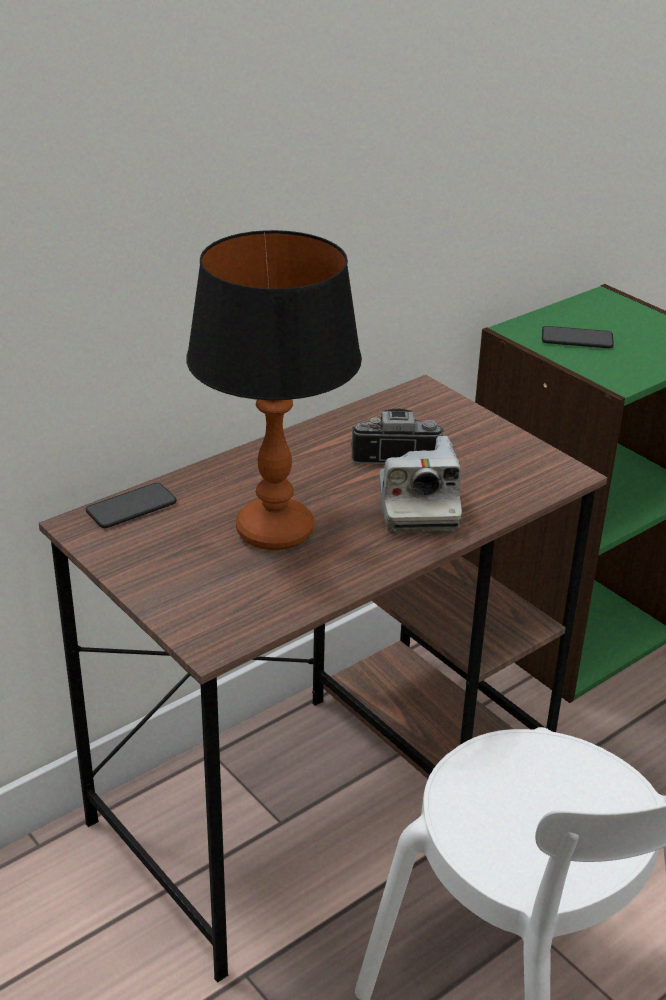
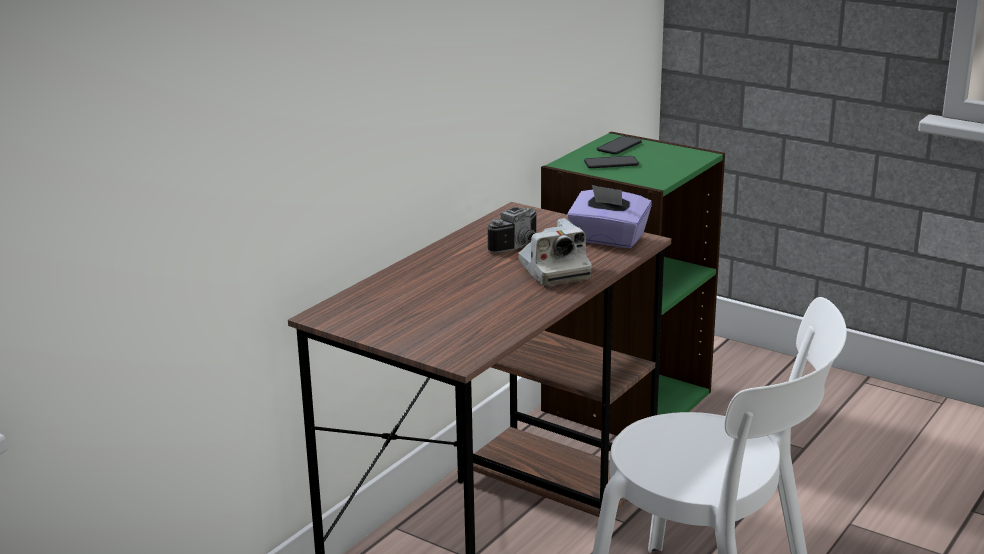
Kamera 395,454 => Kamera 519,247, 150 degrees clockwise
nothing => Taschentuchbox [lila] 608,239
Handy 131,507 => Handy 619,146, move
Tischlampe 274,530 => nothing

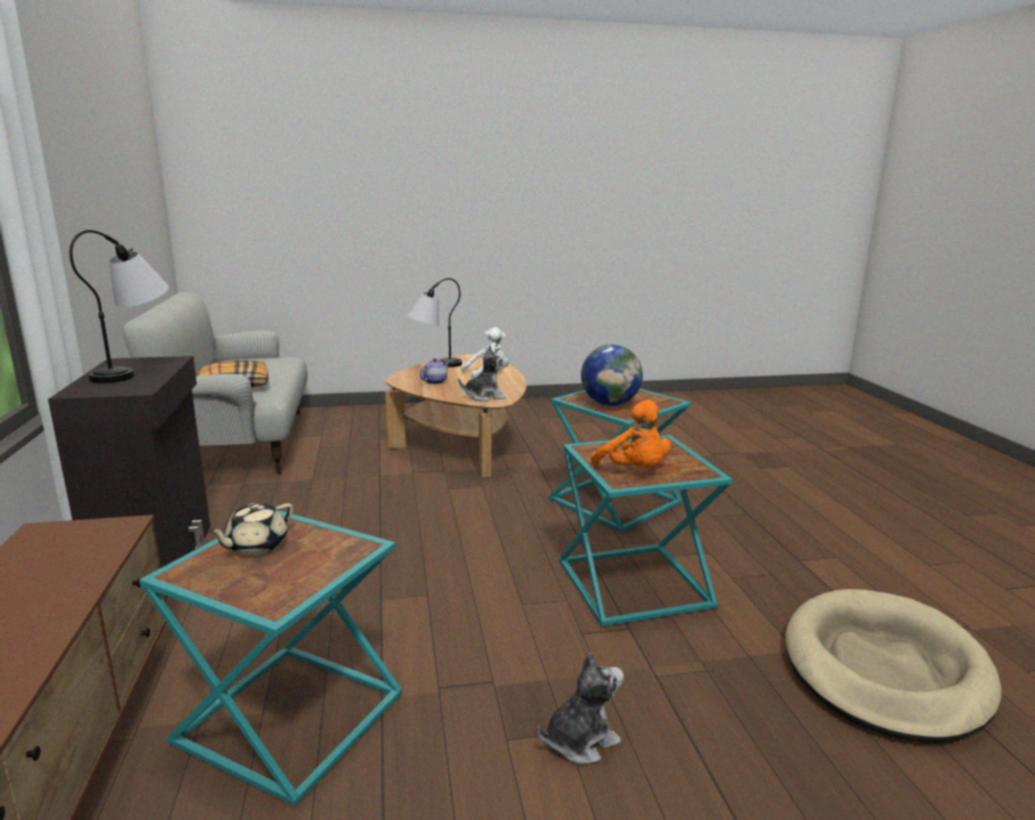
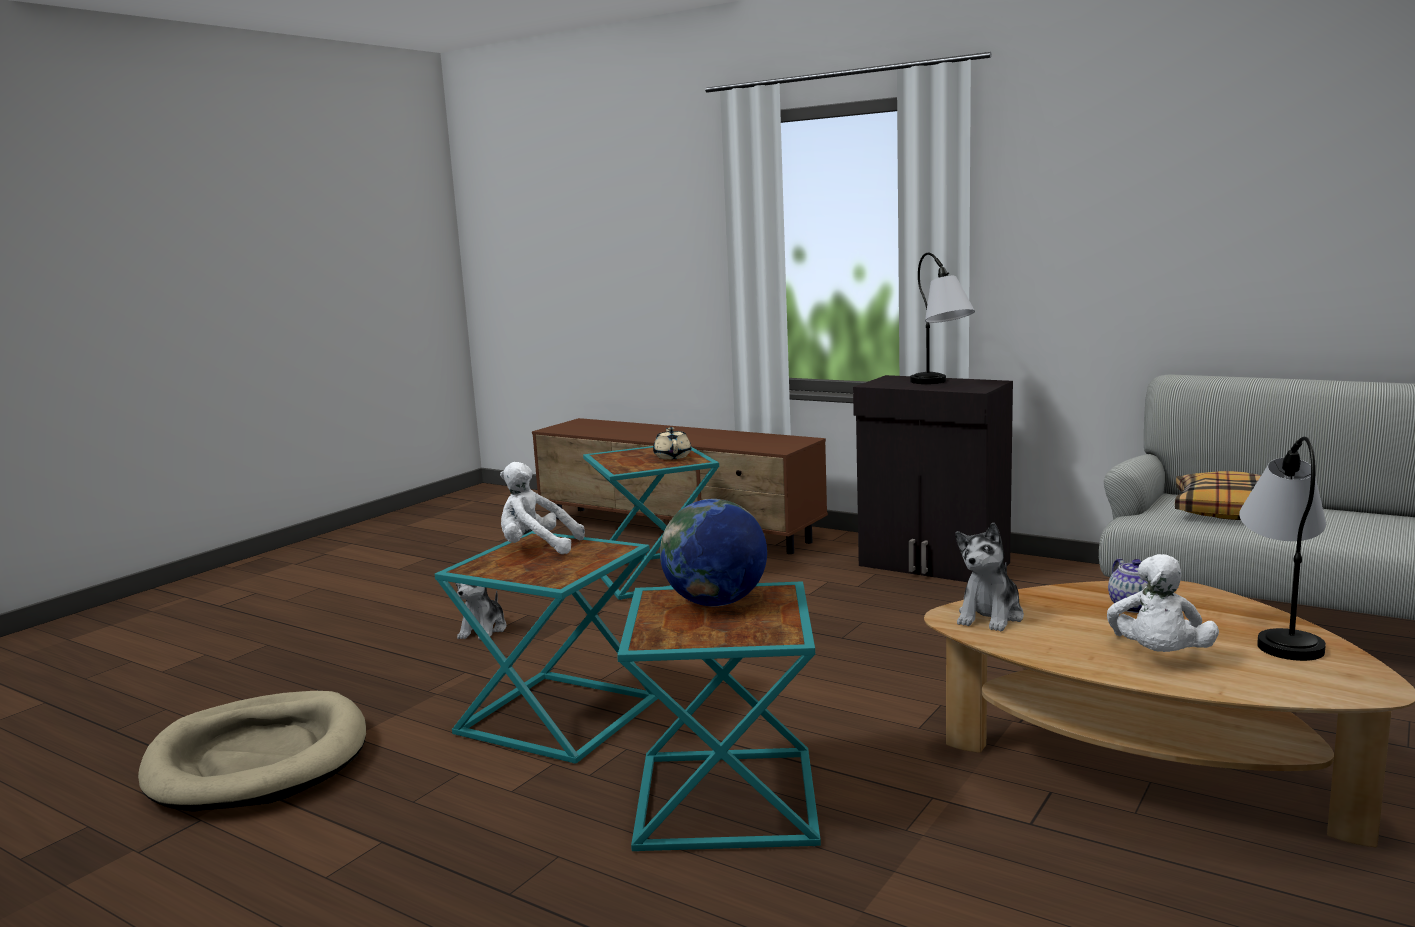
Plüschtier [orange] 634,471 => Plüschtier [weiß] 536,548

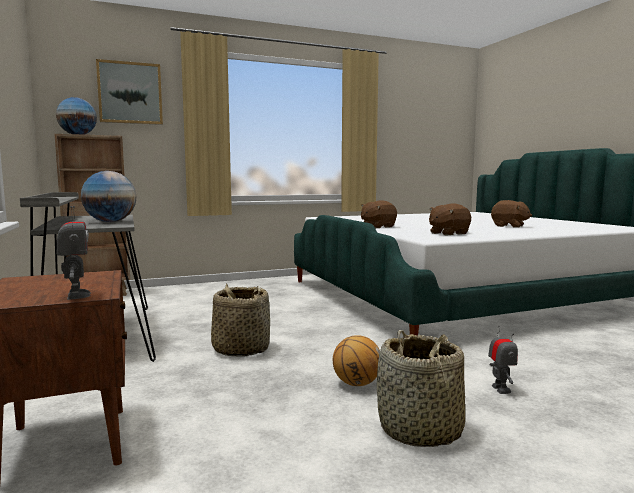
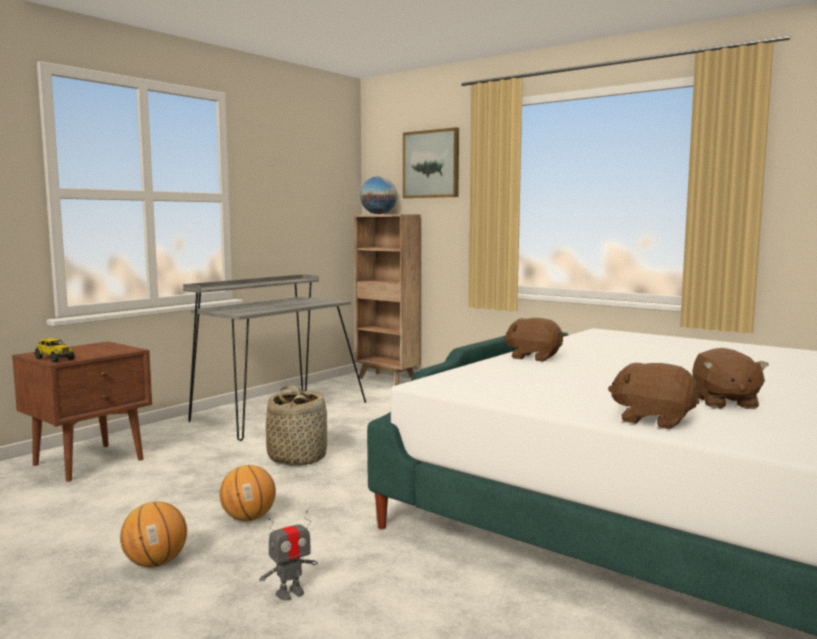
Spielzeugroboter 77,295 => Spielzeuglaster 54,359
Korb 420,430 => Basketball 155,563
Plüschtier [braun] 448,233 => Plüschtier [braun] 653,420, move
Globus 110,222 => nothing

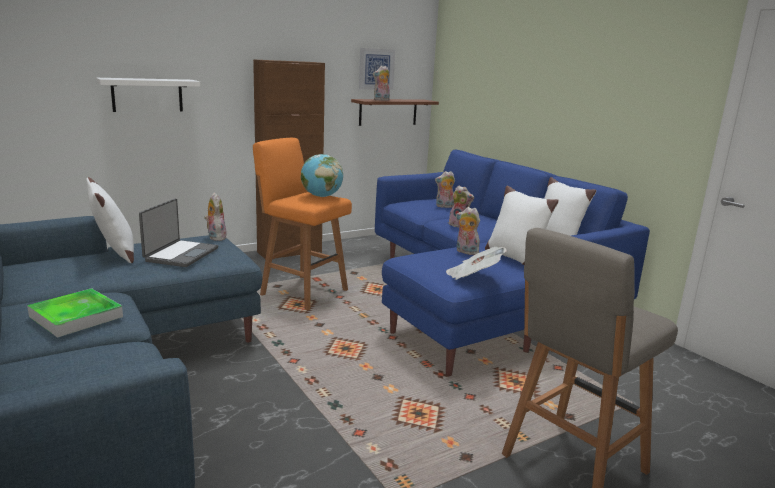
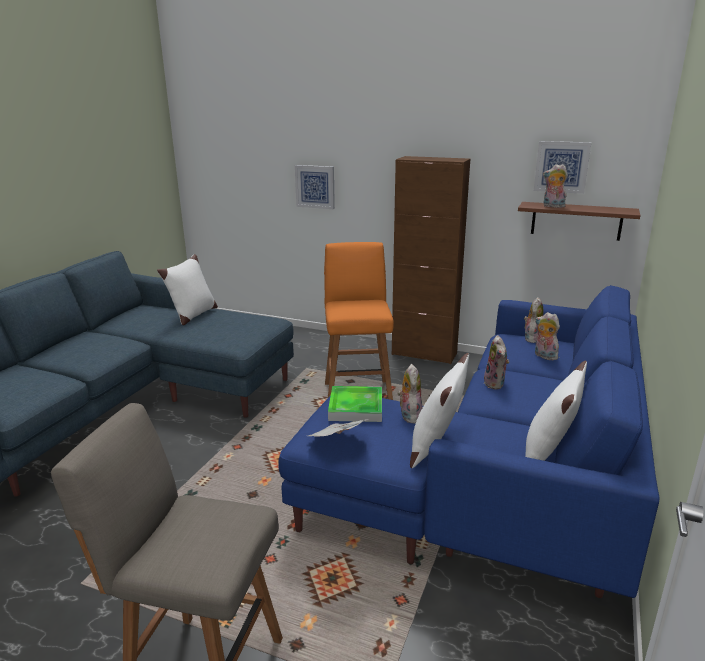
Wandregal [weiß] 147,95 => Bild 315,186
Tablett 76,317 => Tablett 356,407, move
Plüschtier 215,237 => Plüschtier 532,338, move
Laptop 180,254 => nothing
Globus 321,196 => nothing

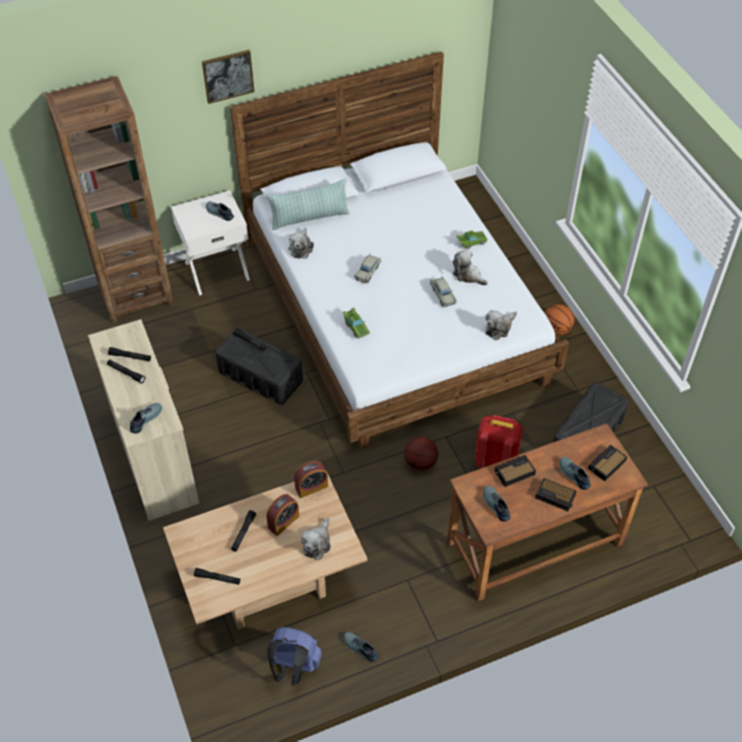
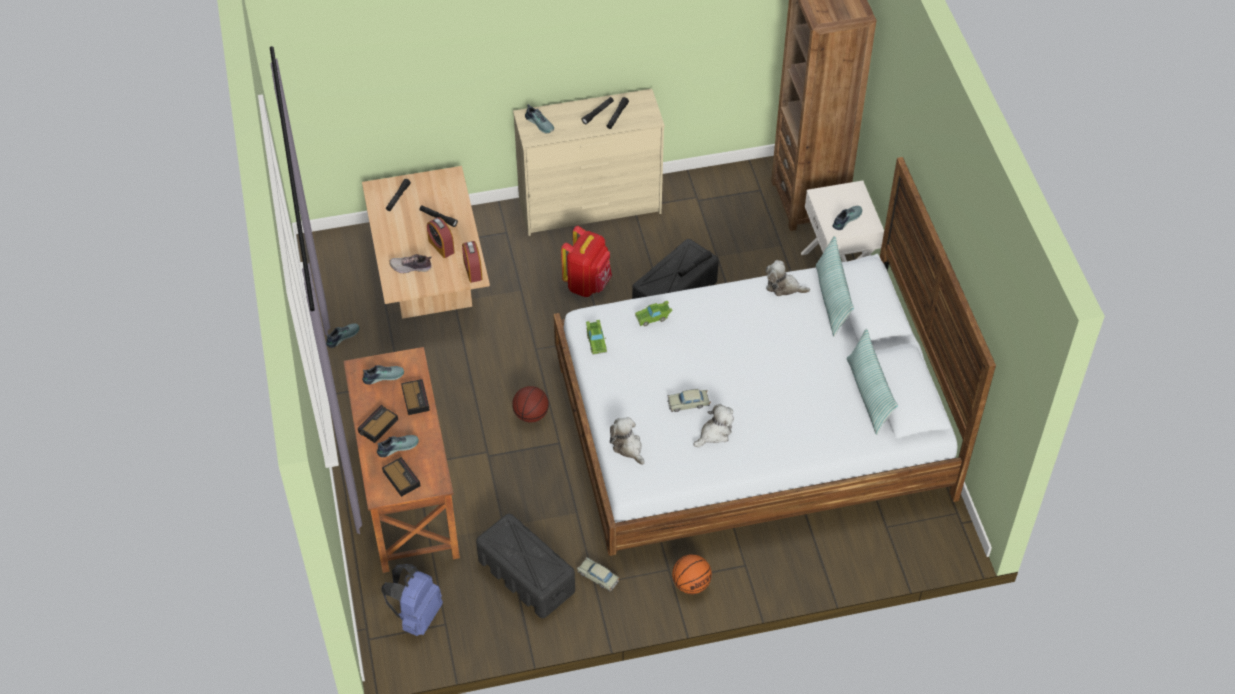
Rucksack [blau] 294,667 => Rucksack [blau] 416,615, move
Plüschtier 317,543 => Schuh 411,267
Rucksack [rot] 495,459 => Rucksack [rot] 587,284, move
Spielzeugauto [beige] 368,271 => Spielzeugauto [beige] 598,577, move
Spielzeugauto [grün] 471,243 => Spielzeugauto [grün] 596,341, move
nothing => Kissen 868,395
Bild 228,76 => nothing

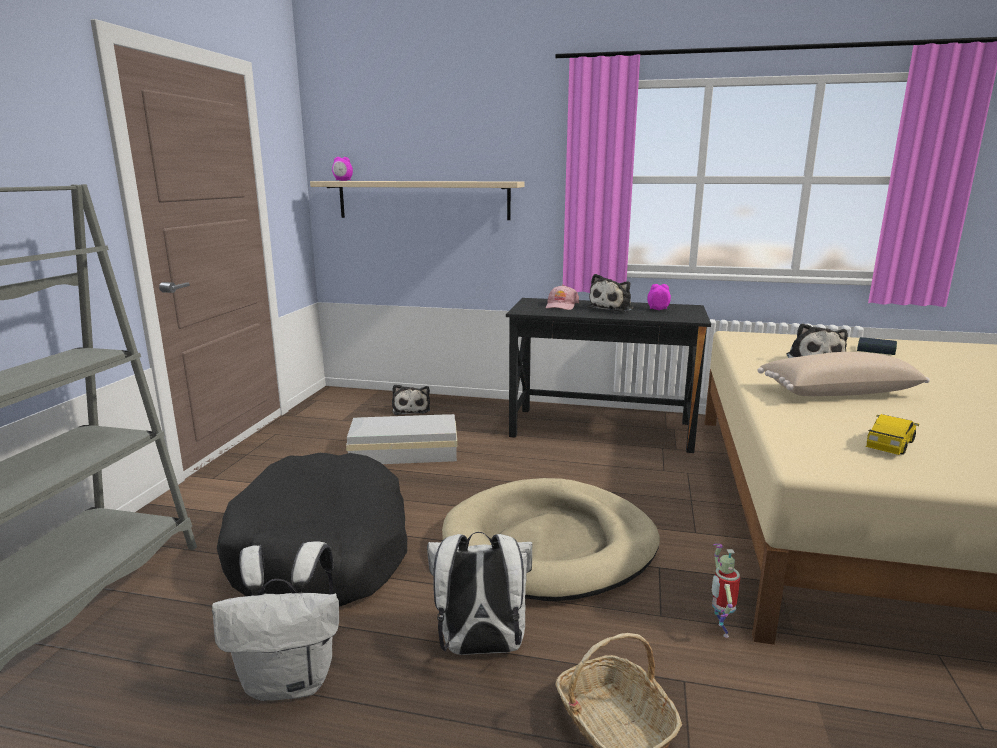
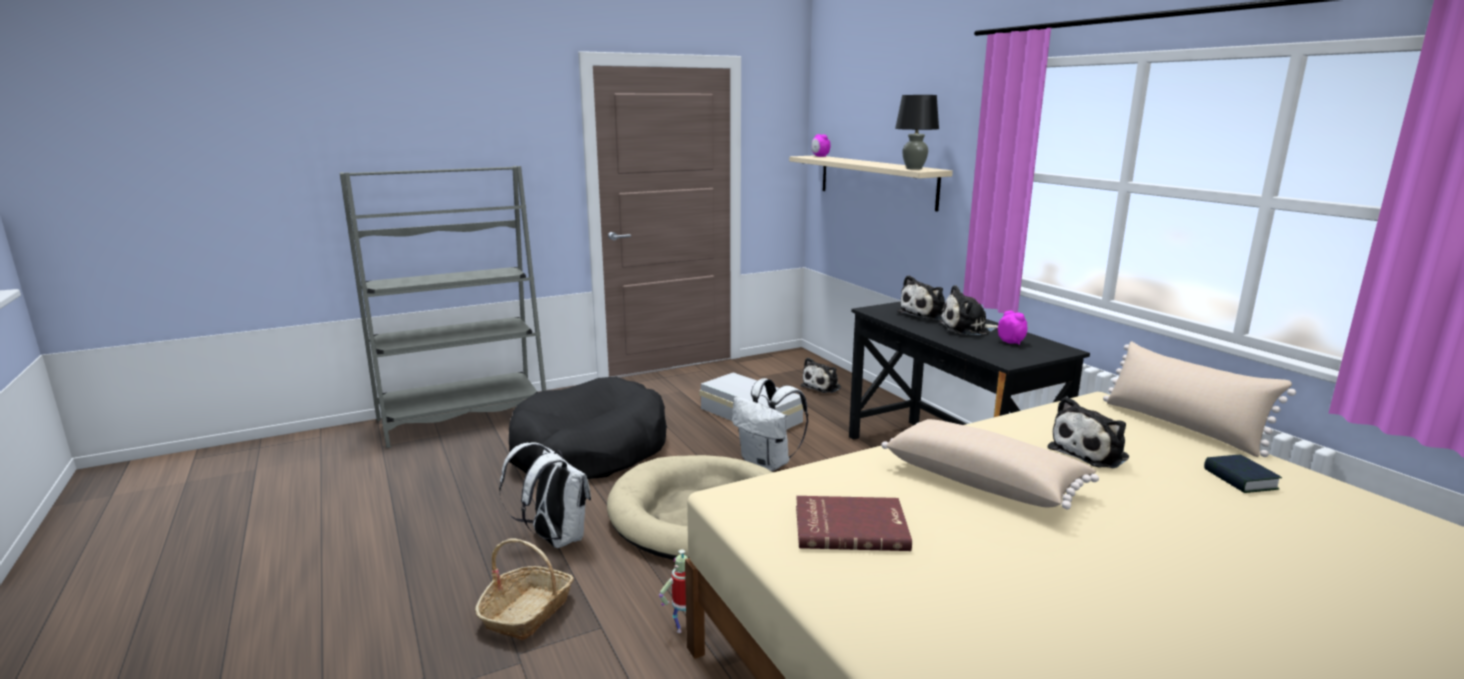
Rucksack [weiß] 292,680 => Rucksack [weiß] 768,464, move
Spielzeugauto 889,444 => Buch [rot] 850,526
nothing => Tischlampe [schwarz] 914,168
Kappe [rosa] 561,306 => Plüschtier 926,314
nothing => Kissen [beige] 1182,426

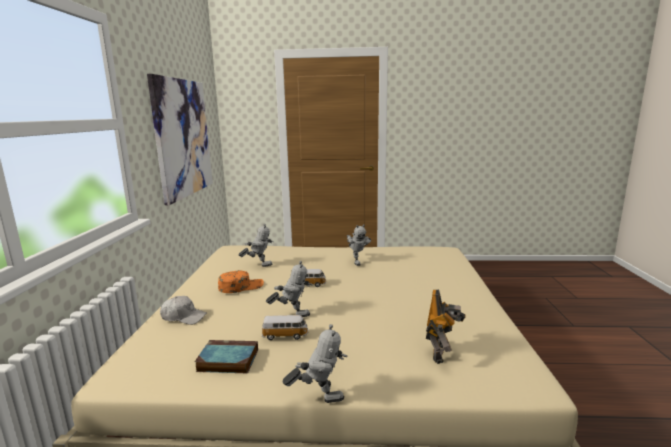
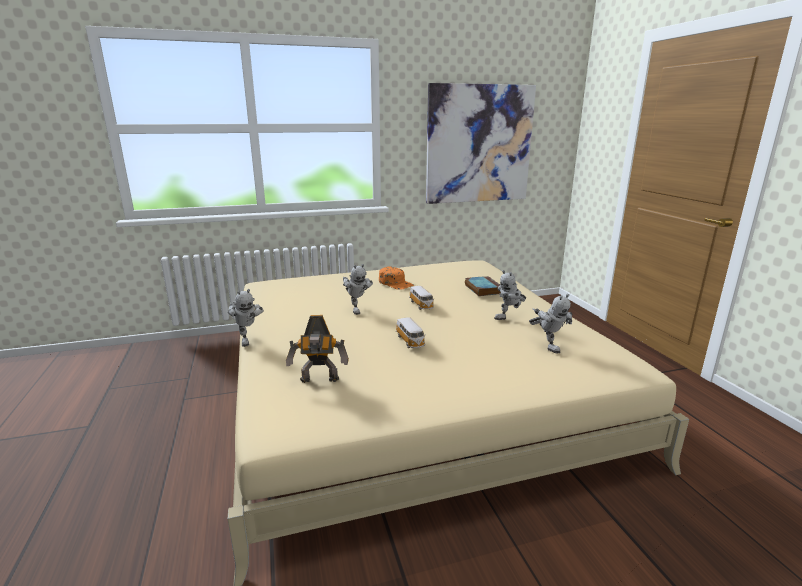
Spielzeugauto 285,335 => Spielzeugauto 410,341, move
Buch 226,361 => Buch 482,289, move
Spielzeugroboter 259,265 => Spielzeugroboter 548,346, move
Kappe [weiß] 183,317 => nothing

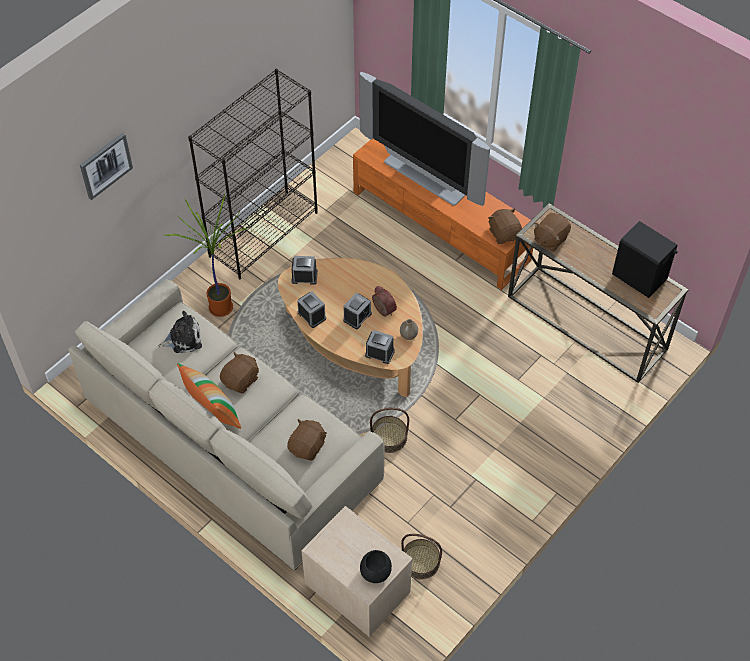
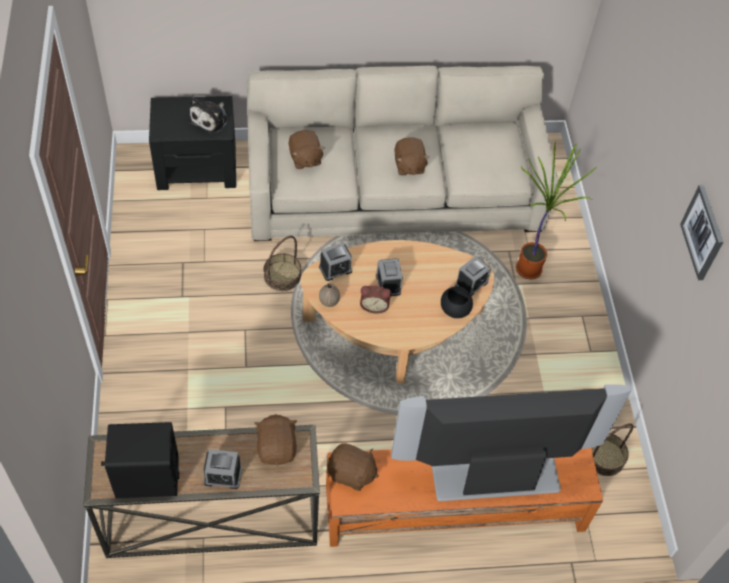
Nachttisch [beige] 357,587 => Nachttisch [schwarz] 197,167
Plüschtier 183,339 => Plüschtier 210,119, move
Wecker 311,315 => Wecker 223,475, move
Schüssel [schwarz] 376,571 => Schüssel [schwarz] 455,309, move
Korb 420,562 => Korb 604,457, move
Bild 105,165 => Bild 703,232, move
Kissen 213,412 => nothing
Bücherregal [schwarz] 264,233 => nothing

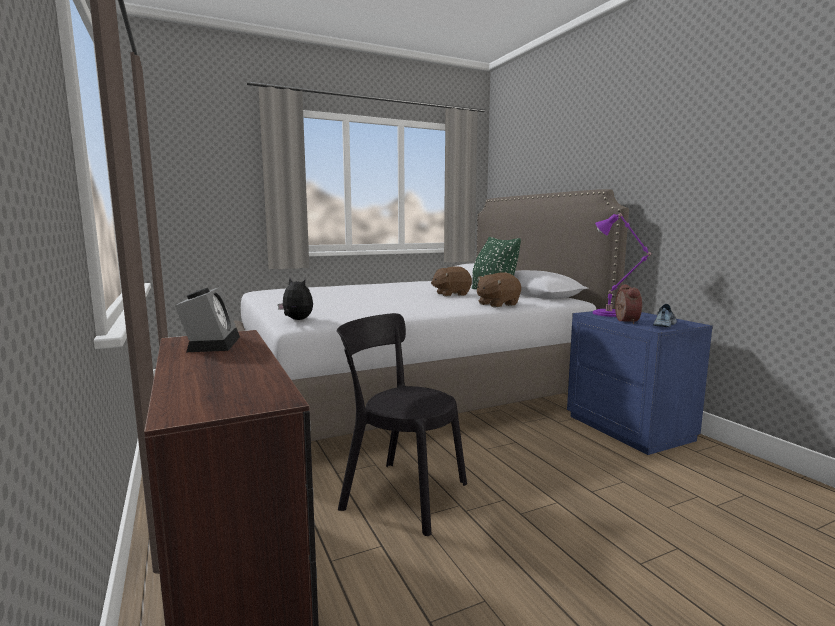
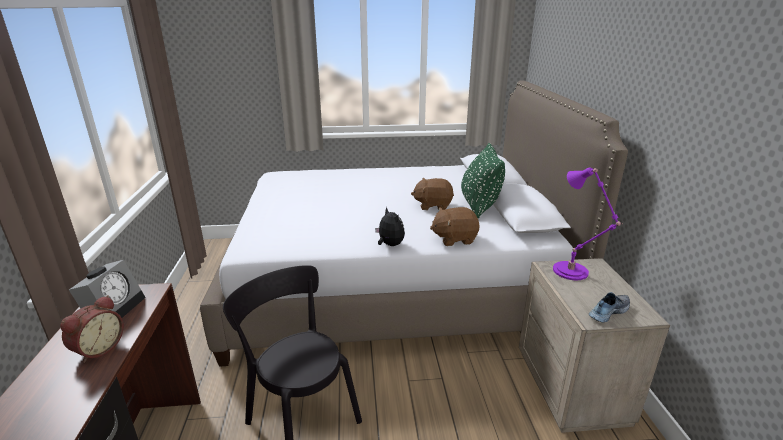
Wecker 624,321 => Wecker 98,349, move
Plüschtier 296,320 => Plüschtier 389,245, move
Nachttisch [blau] 630,428 => Nachttisch [beige] 573,387

